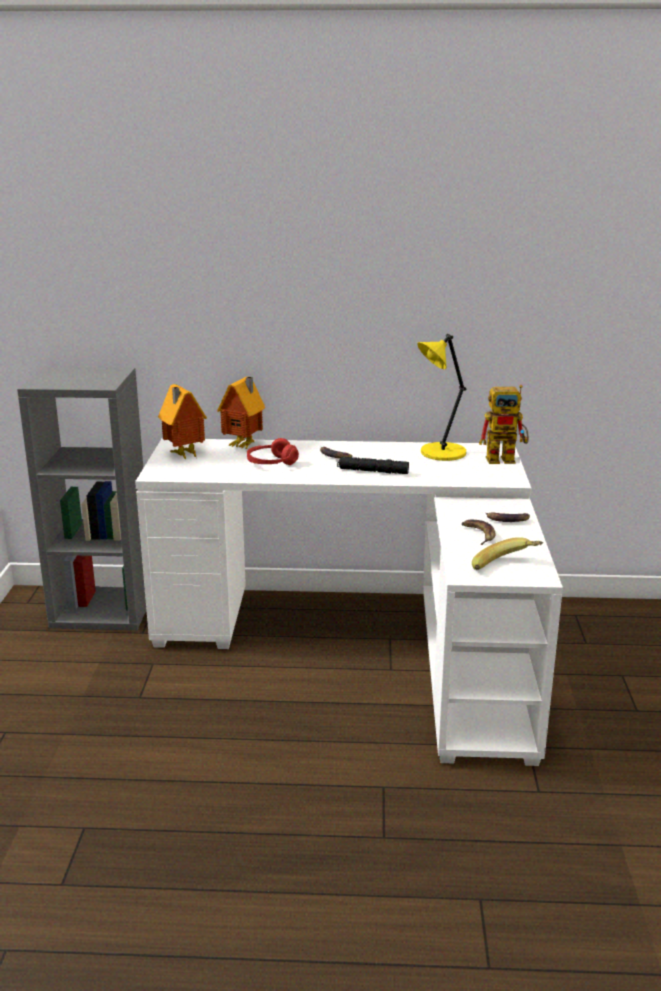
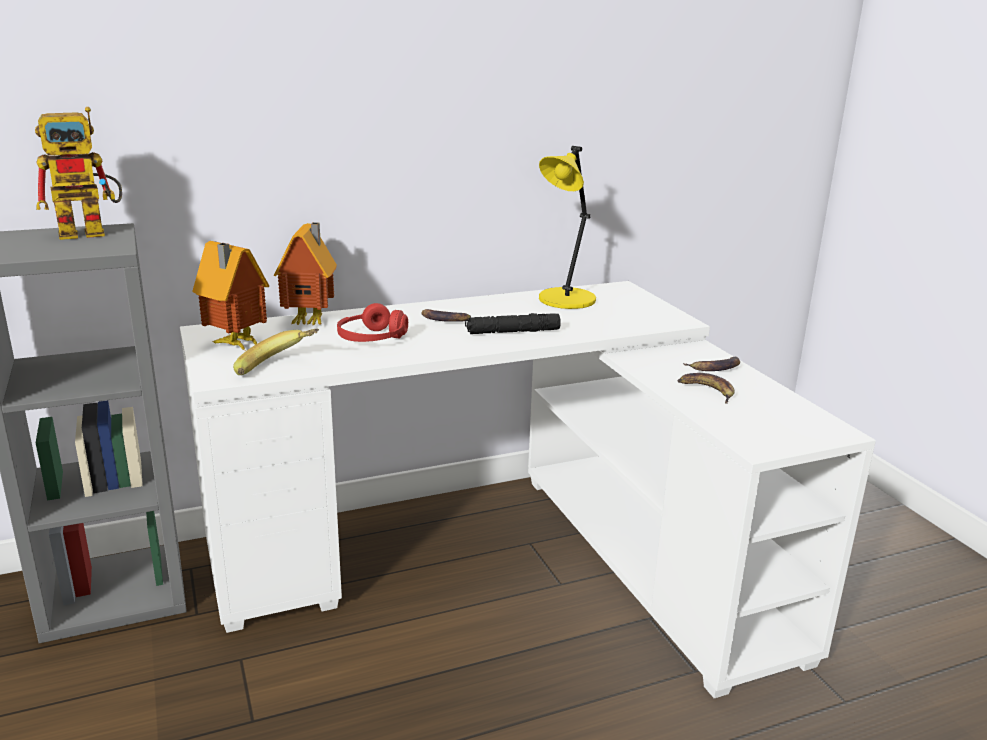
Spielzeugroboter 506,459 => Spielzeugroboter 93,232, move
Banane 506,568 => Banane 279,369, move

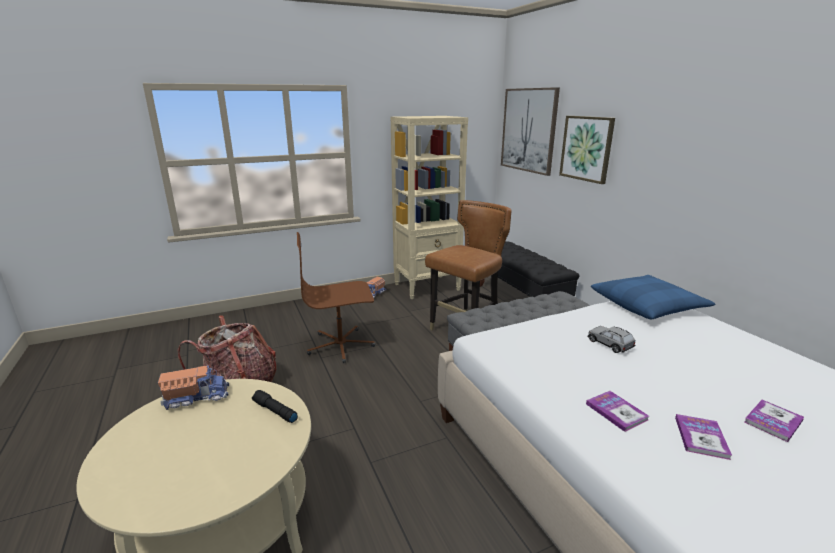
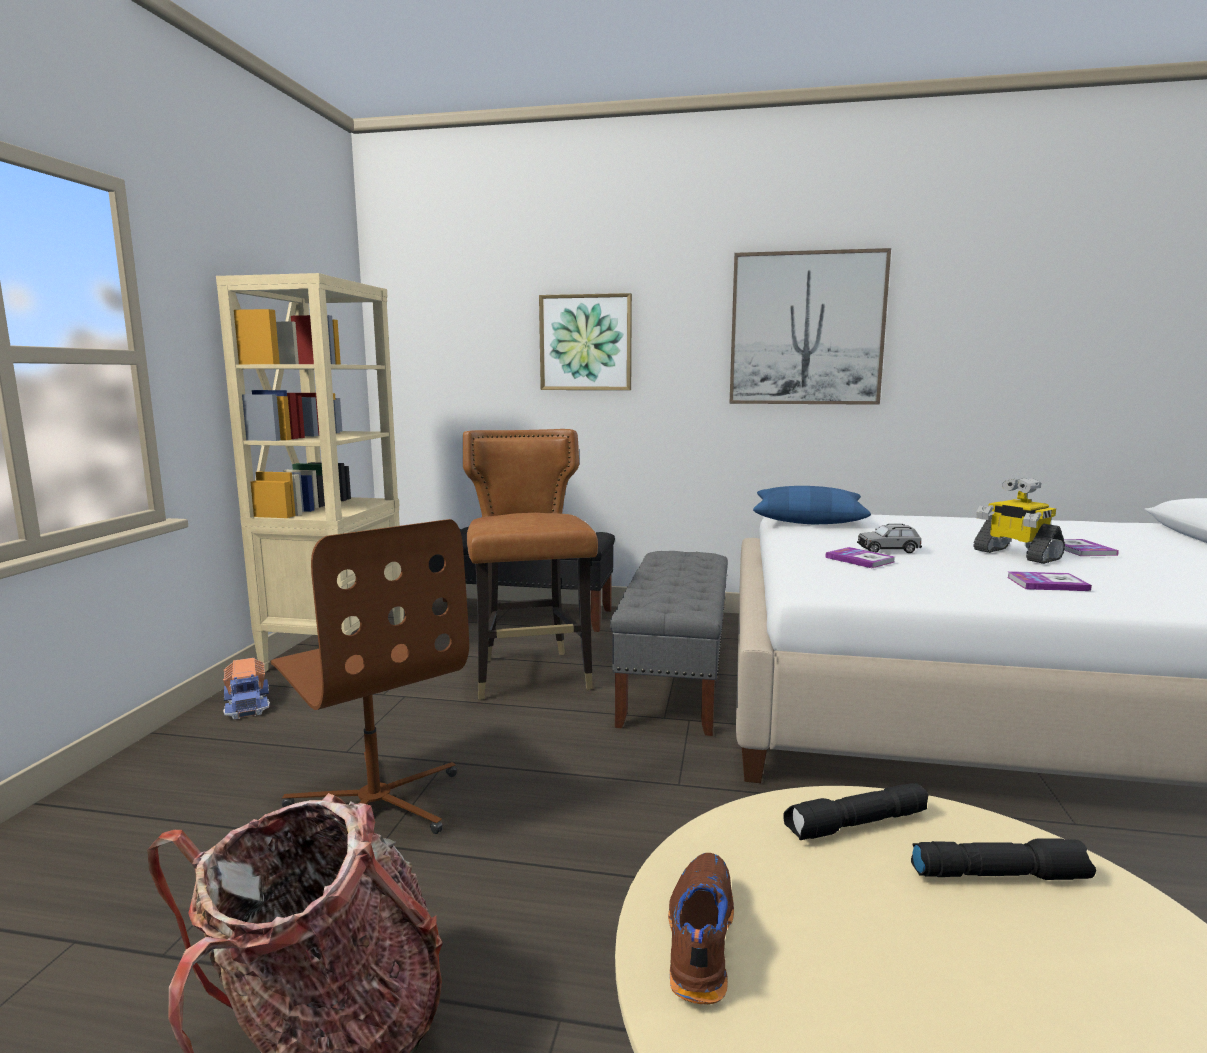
Bürostuhl [braun] 341,345 => Bürostuhl [braun] 376,803, 60 degrees counterclockwise
Spielzeuglaster 196,397 => Schuh [braun] 698,939
Bild 528,130 => Bild 806,329, move
Buch 701,437 => Buch 860,559, move
nothing => Taschenlampe [schwarz] 999,874
nothing => Spielzeugroboter 1015,554

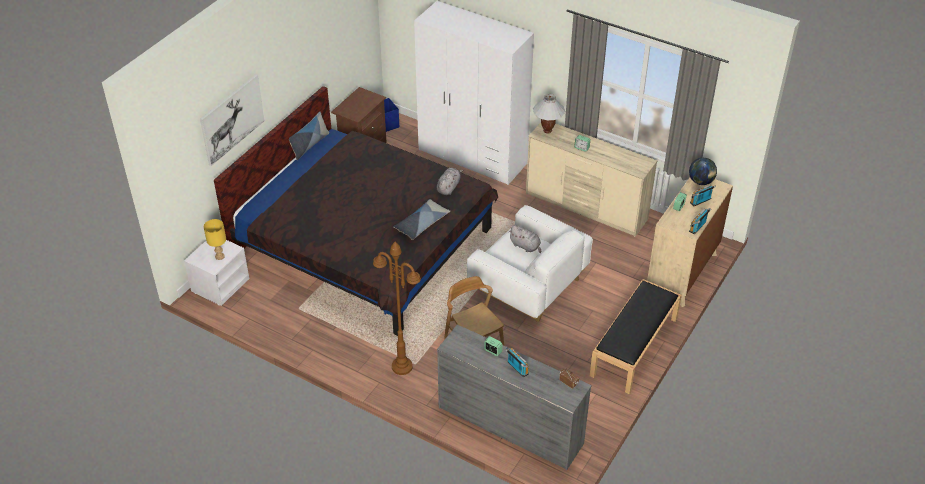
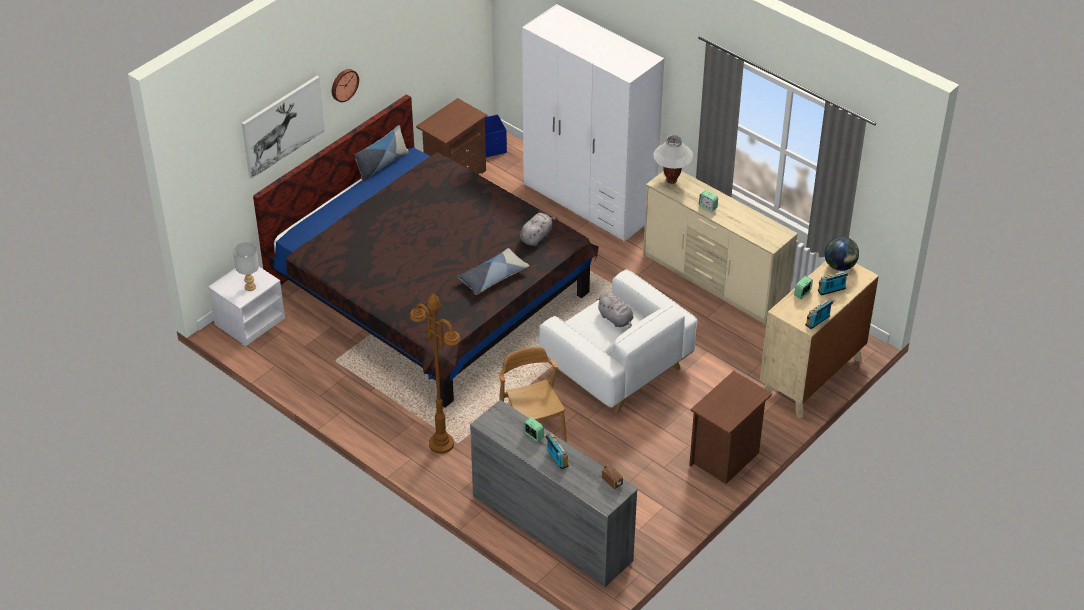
Tischlampe [gelb] 219,256 => Tischlampe [grau] 249,287
nothing => Wanduhr 343,84
Bank [schwarz] 634,347 => Nachttisch [braun] 725,458

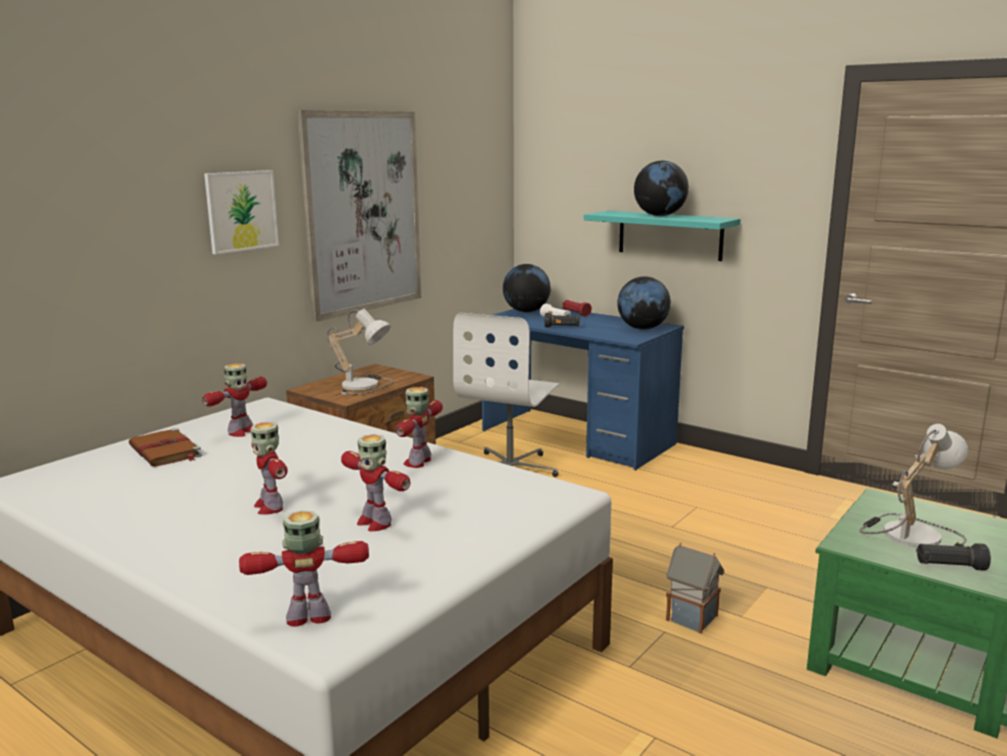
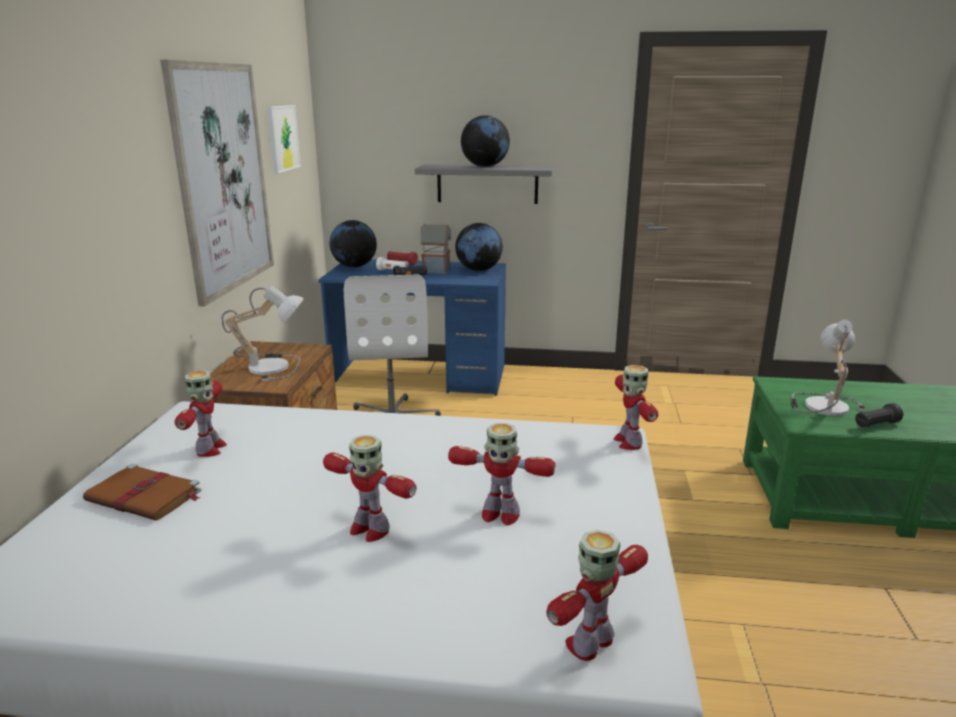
Bild 241,211 => Bild 283,138, move
Wandregal [türkis] 670,235 => Wandregal [grau] 487,183
Spielzeughaus 693,618 => Spielzeughaus 437,270, move
Spielzeugroboter 419,462 => Spielzeugroboter 628,442, move

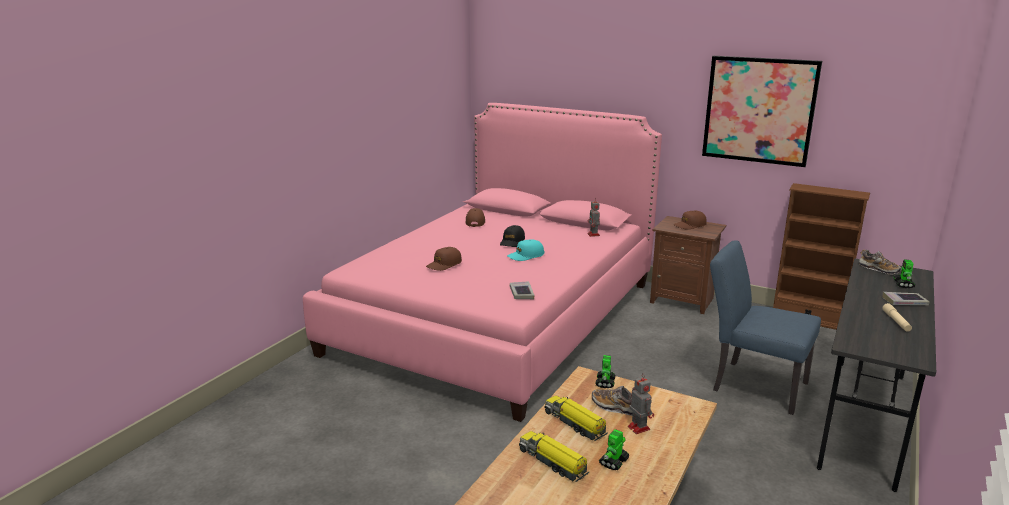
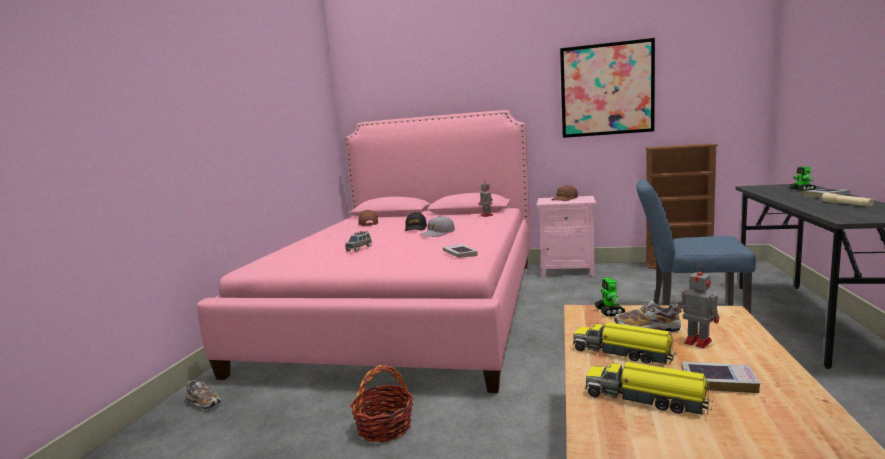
Schuh 878,269 => Schuh 204,403, move
Kappe [braun] 444,264 => Spielzeugauto [grau] 359,248
nothing => Korb 384,427
Kappe [türkis] 525,256 => Kappe [grau] 438,233
Nachttisch [braun] 682,300 => Nachttisch [rosa] 567,270
Spielzeugroboter 613,462 => Buch 718,381

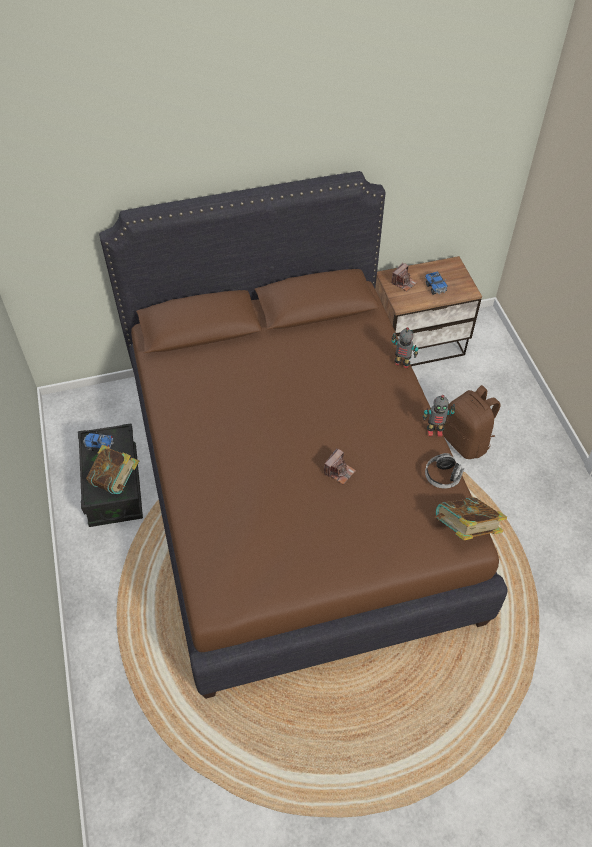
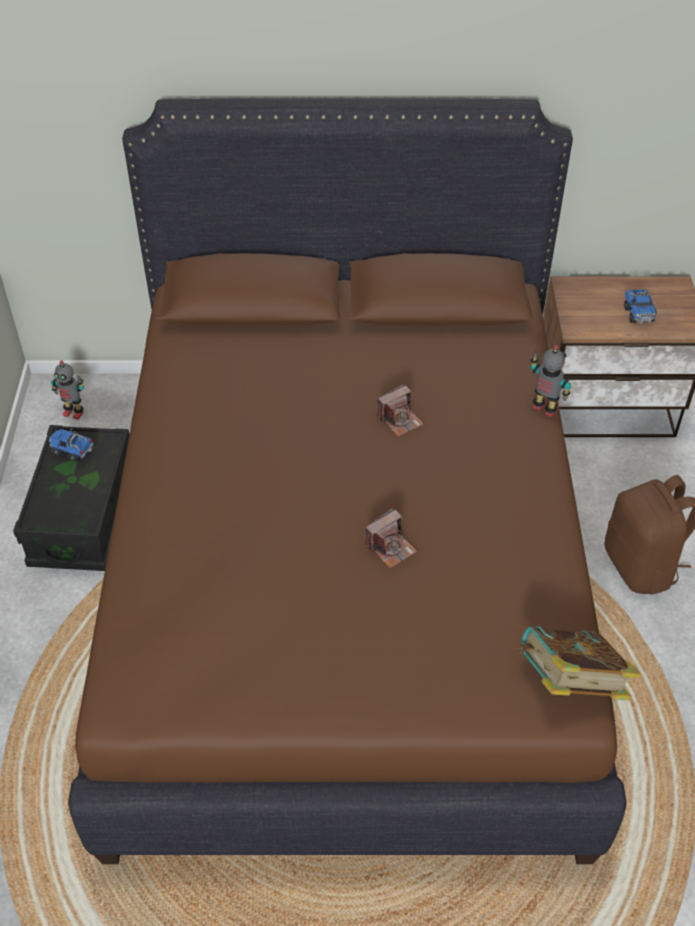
Spielzeugroboter 434,431 => Spielzeugroboter 74,412, move
Kamera 403,282 => Kamera 400,420, move
Buch 116,480 => nothing
Kopfhörer 442,476 => nothing

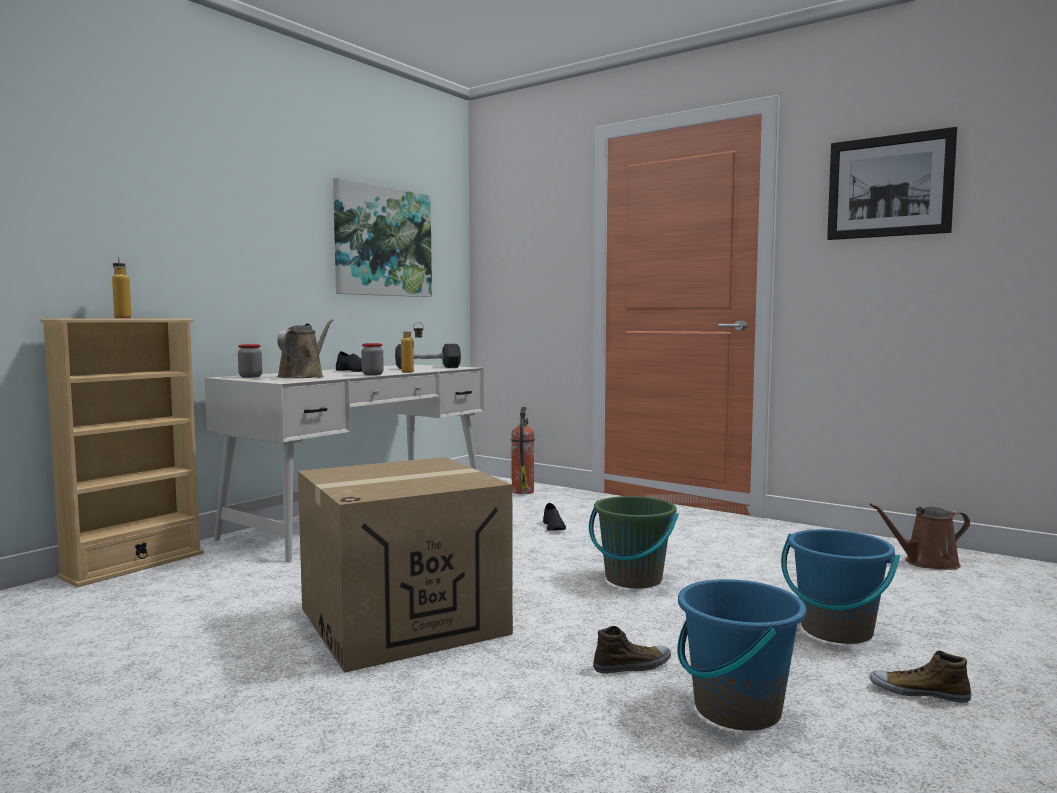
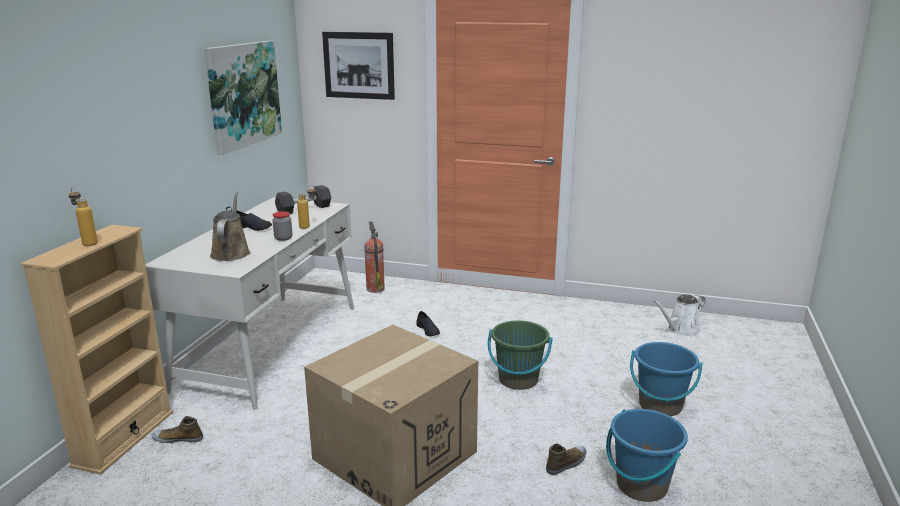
Schuh 918,692 => Schuh 178,439, move
Bild 889,186 => Bild 359,65, move
Gießkanne [braun] 927,563 => Gießkanne [weiß] 680,329
Vorratsglas 250,377 => nothing

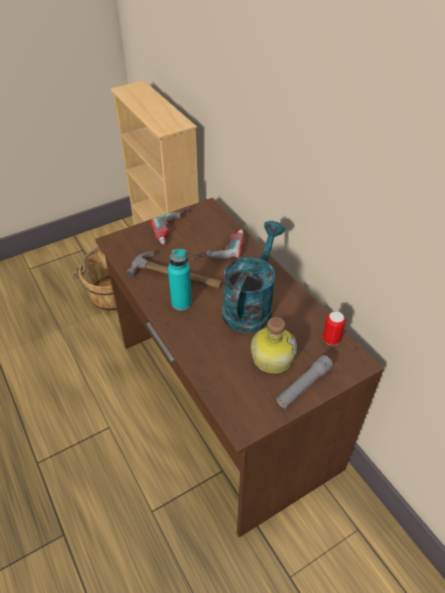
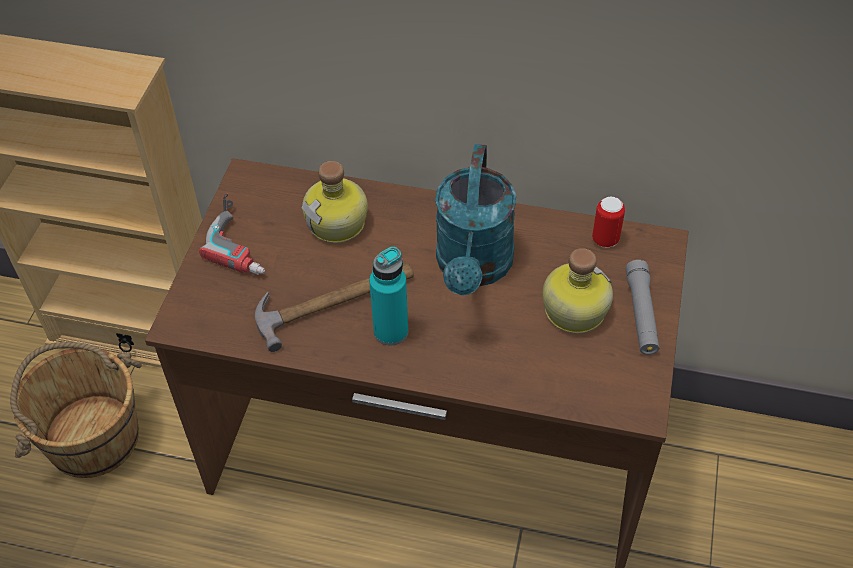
Bohrmaschine 219,247 => Flasche 339,223
Gießkanne [türkis] 250,305 => Gießkanne [türkis] 473,268, 150 degrees counterclockwise

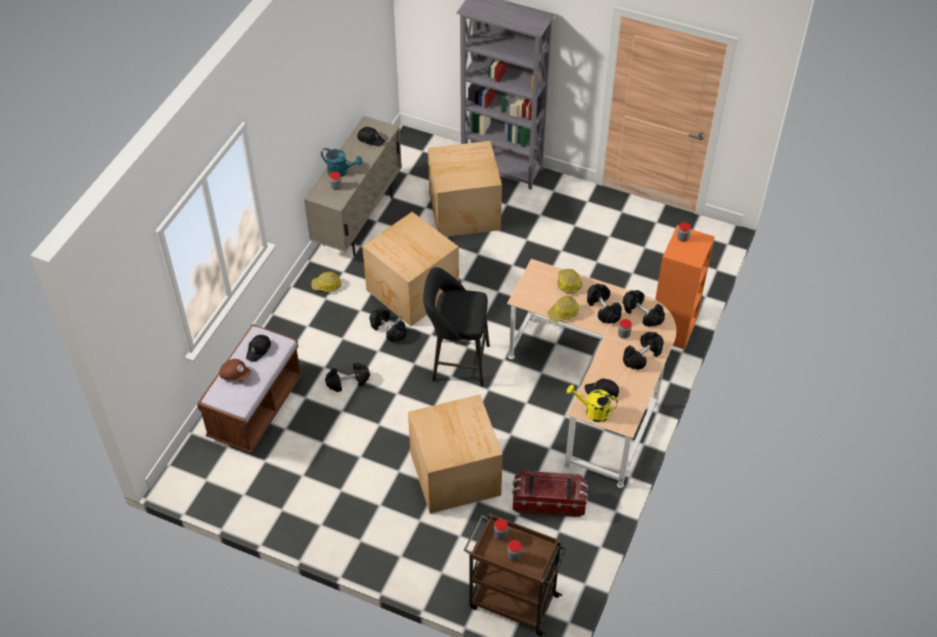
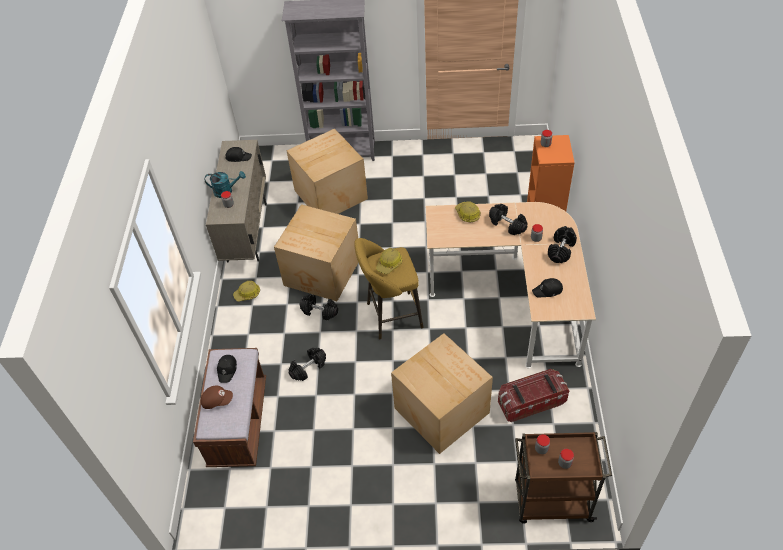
Hocker [schwarz] 456,362 => Hocker [gelb] 391,316
Schutzhelm 563,313 => Schutzhelm 389,264, move
Gießkanne [gelb] 592,411 => nothing
Hantel [schwarz] 642,314 => nothing

